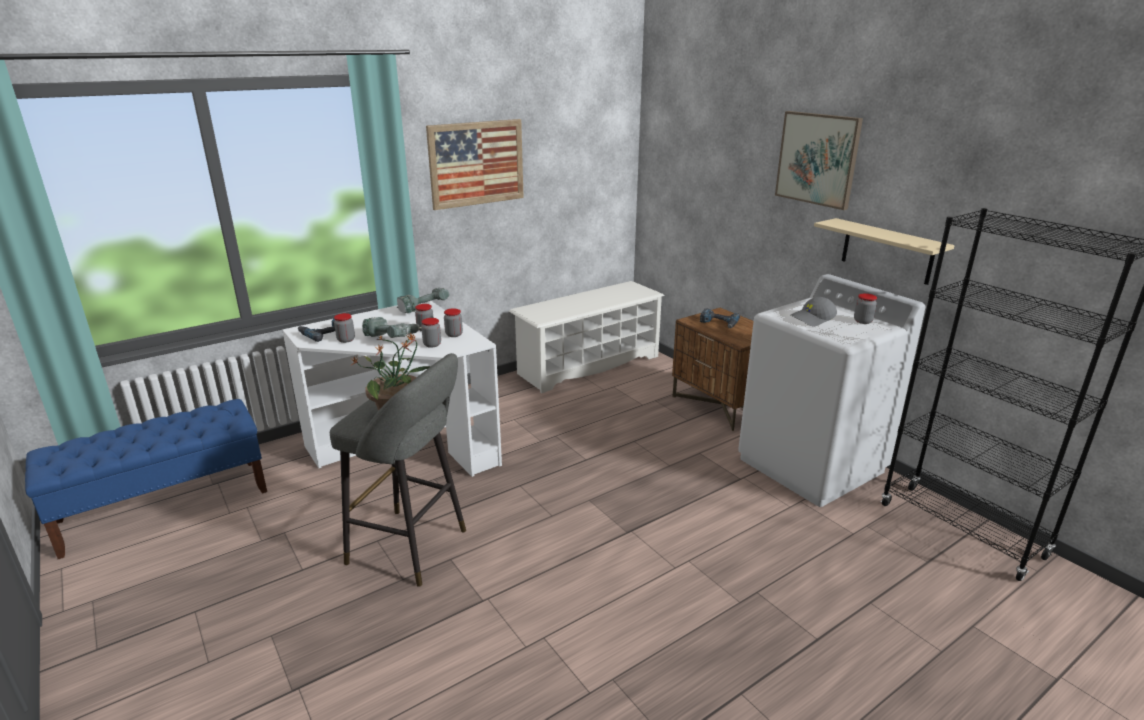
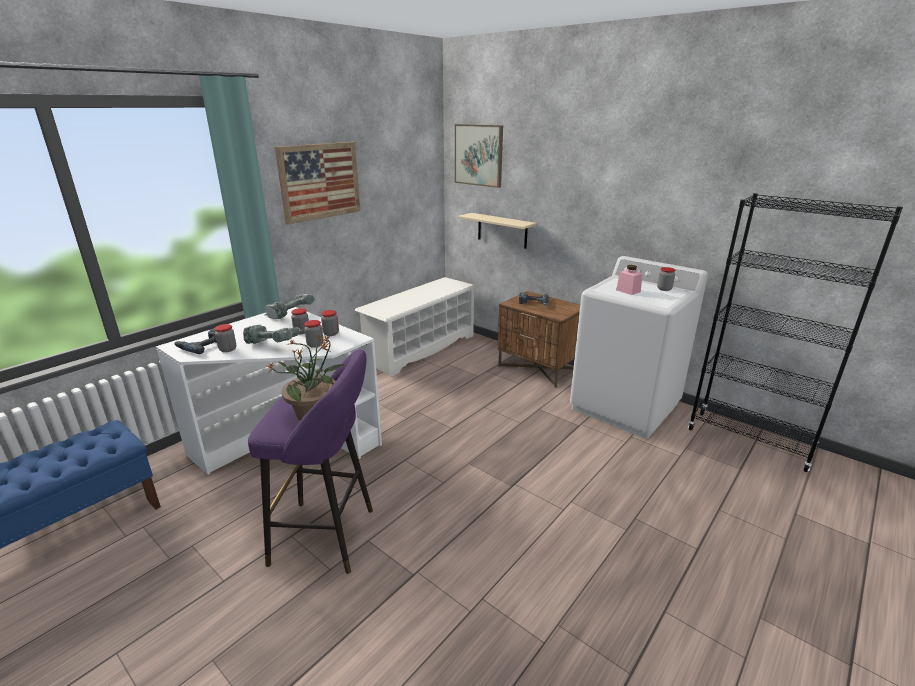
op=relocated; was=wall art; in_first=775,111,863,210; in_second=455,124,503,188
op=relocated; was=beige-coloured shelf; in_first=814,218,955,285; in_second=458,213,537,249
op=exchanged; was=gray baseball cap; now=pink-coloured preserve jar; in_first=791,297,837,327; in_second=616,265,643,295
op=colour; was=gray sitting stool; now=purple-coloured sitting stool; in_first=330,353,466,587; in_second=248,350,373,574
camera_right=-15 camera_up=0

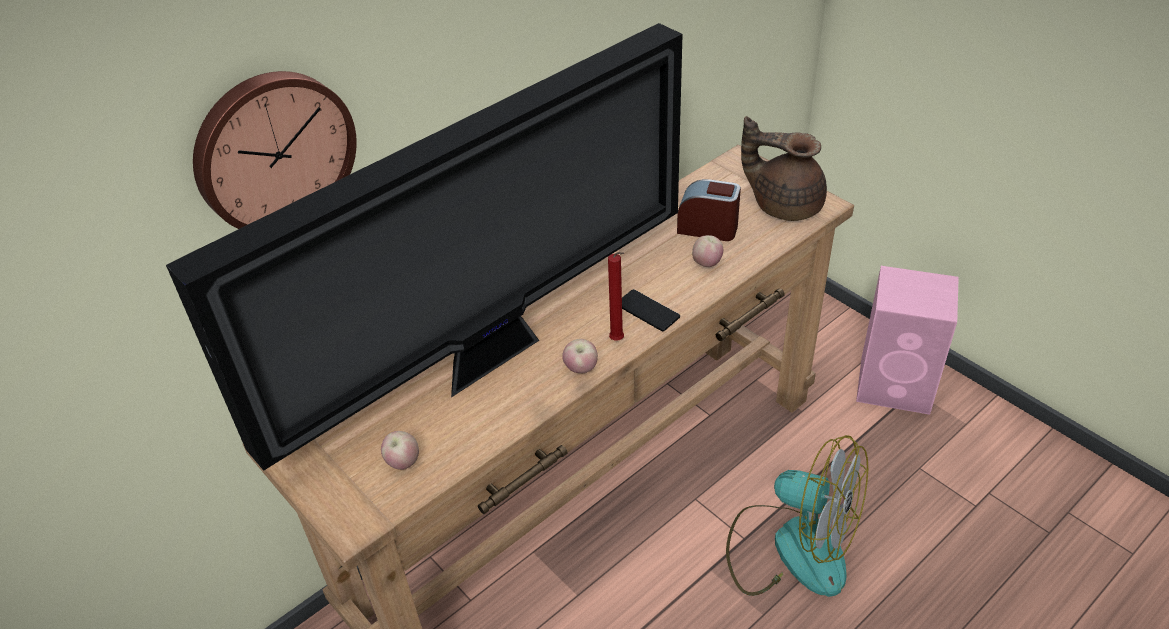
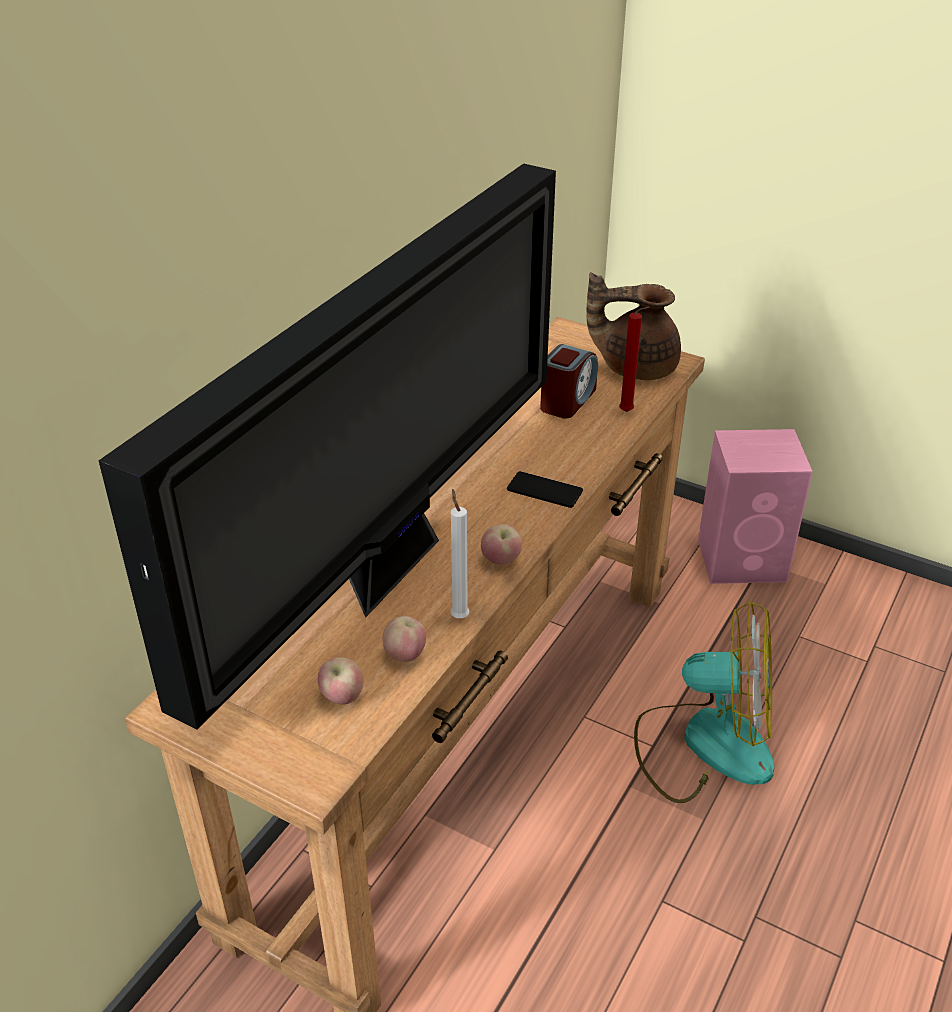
op=missing; was=wall clock; in_first=193,71,357,229
op=spun; was=alarm clock; in_first=677,179,741,241; in_second=540,344,598,419; clockwise=120
op=relocated; was=apple fruit; in_first=692,235,723,267; in_second=383,616,426,662
op=relocated; was=reddish candle; in_first=608,252,624,341; in_second=619,307,649,412
op=appeared; now=whitish candle; in_second=451,489,469,618
camera_right=-20 camera_up=-5

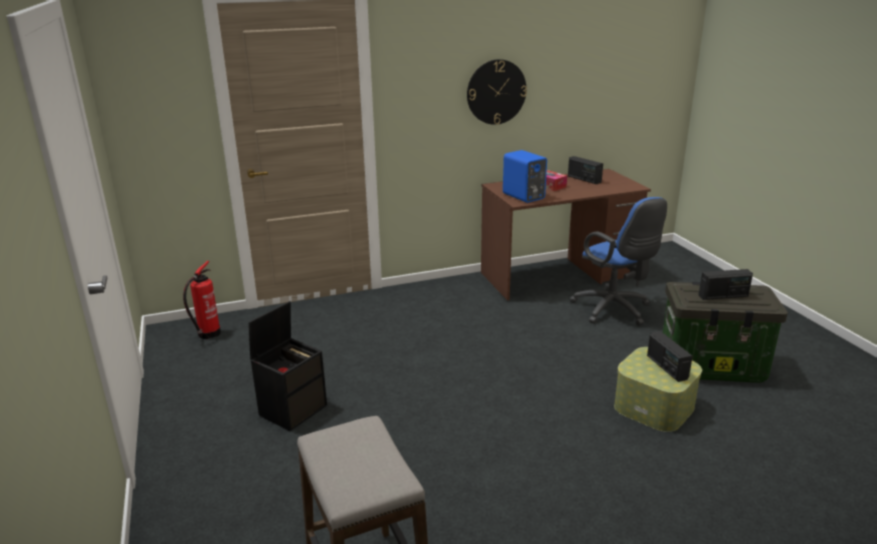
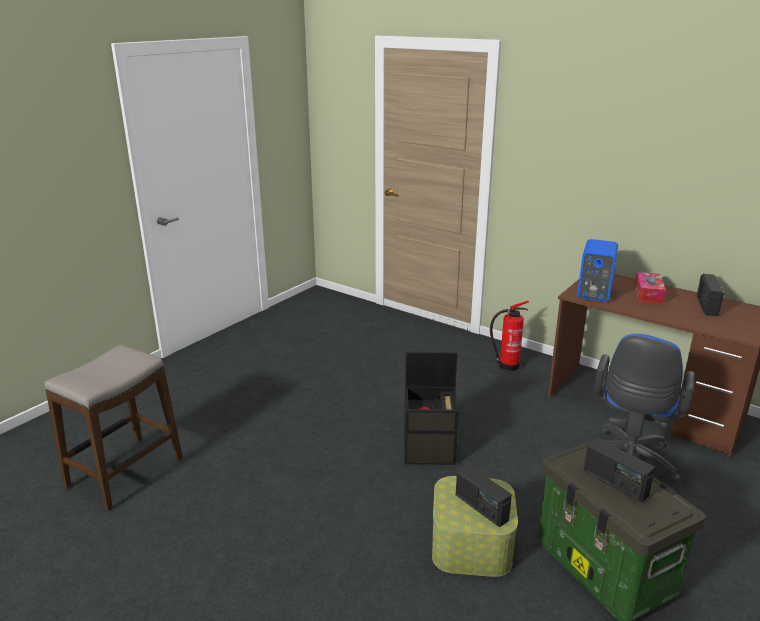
op=missing; was=wall clock; in_first=467,59,527,125
op=relocated; was=fire extinguisher; in_first=183,261,221,339; in_second=490,301,529,371
op=relocated; was=blackish storage box; in_first=249,301,327,431; in_second=404,352,459,465
op=spun; was=radio; in_first=647,331,693,382; in_second=456,464,512,527; clockwise=-75
camera_right=55 camera_up=0

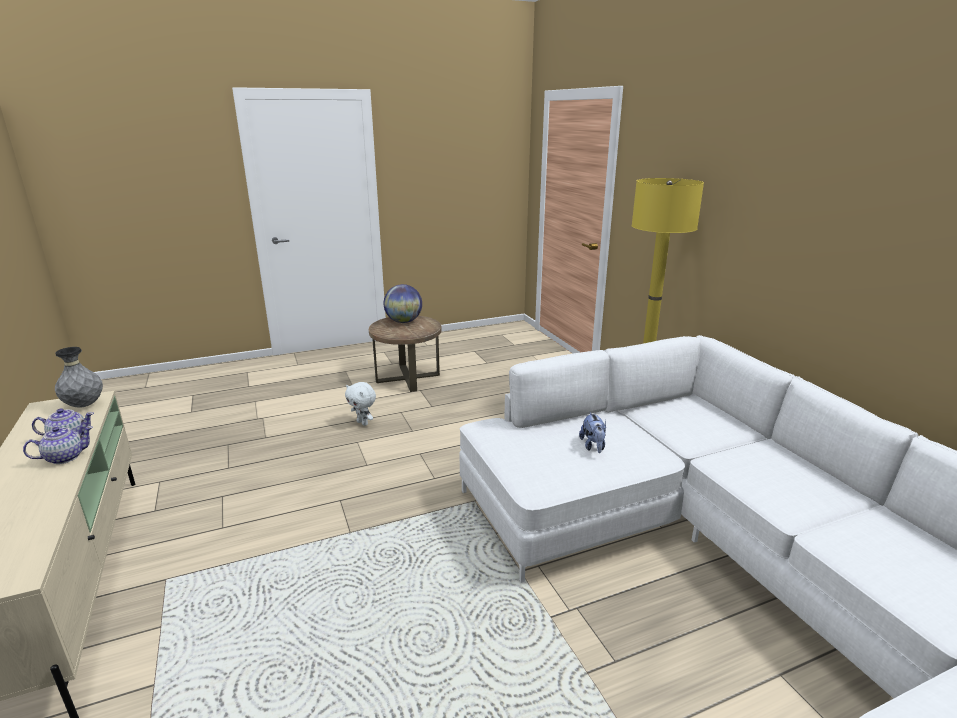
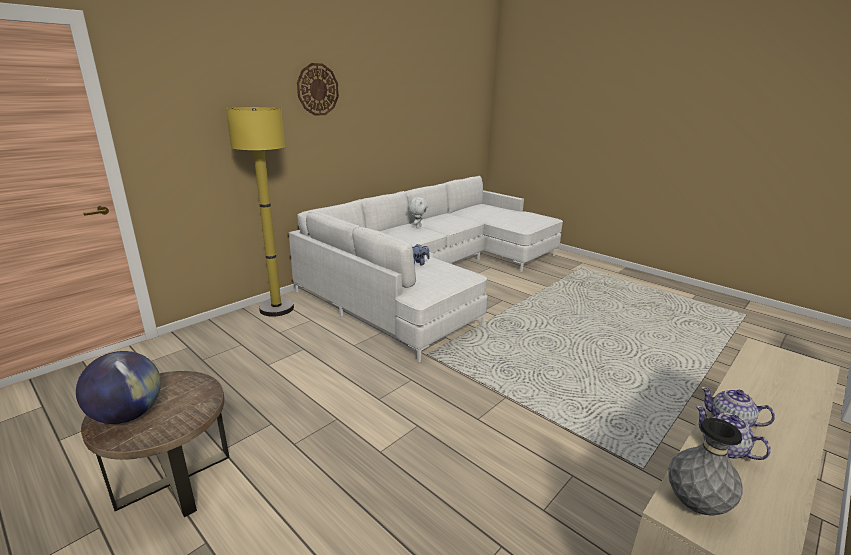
op=relocated; was=whitish plush toy; in_first=345,382,376,426; in_second=409,197,428,228
op=appeared; now=wall clock; in_second=297,63,339,116
camera_right=-115 camera_up=0

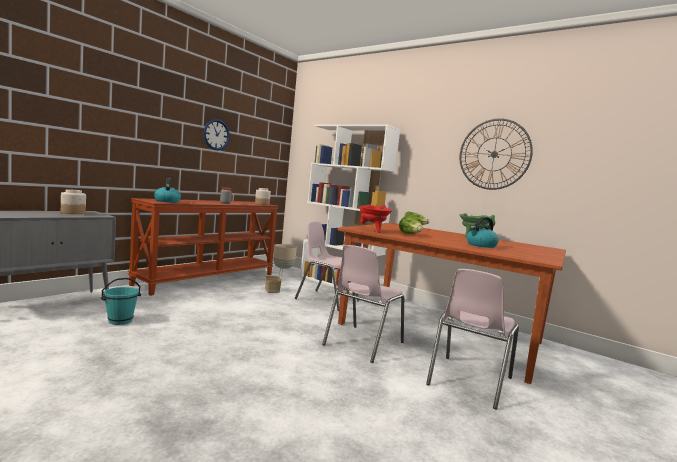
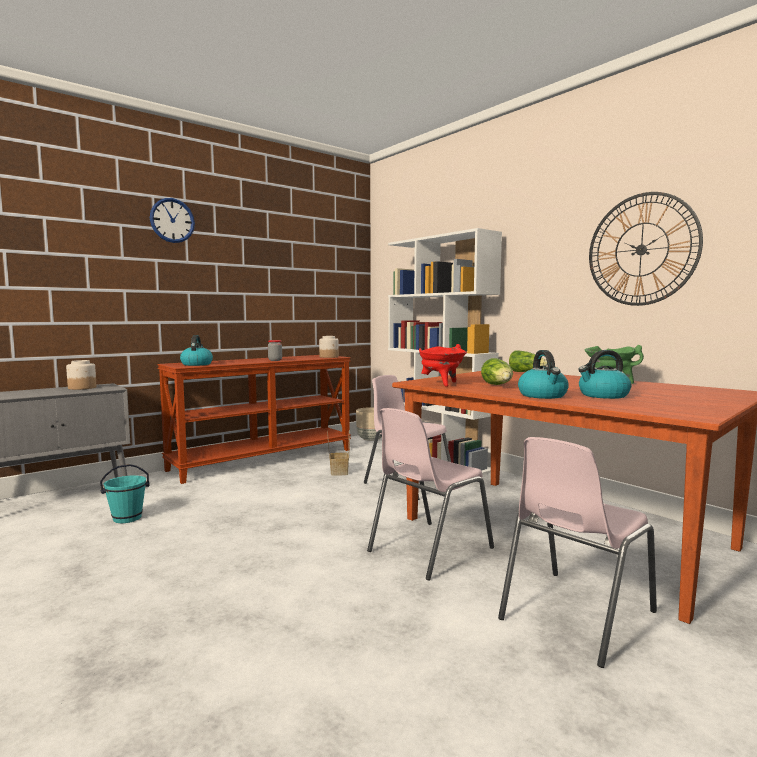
op=relocated; was=wall clock; in_first=203,119,230,150; in_second=150,198,195,243
op=appeared; now=kettle; in_second=518,350,569,399
camera_right=15 camera_up=0

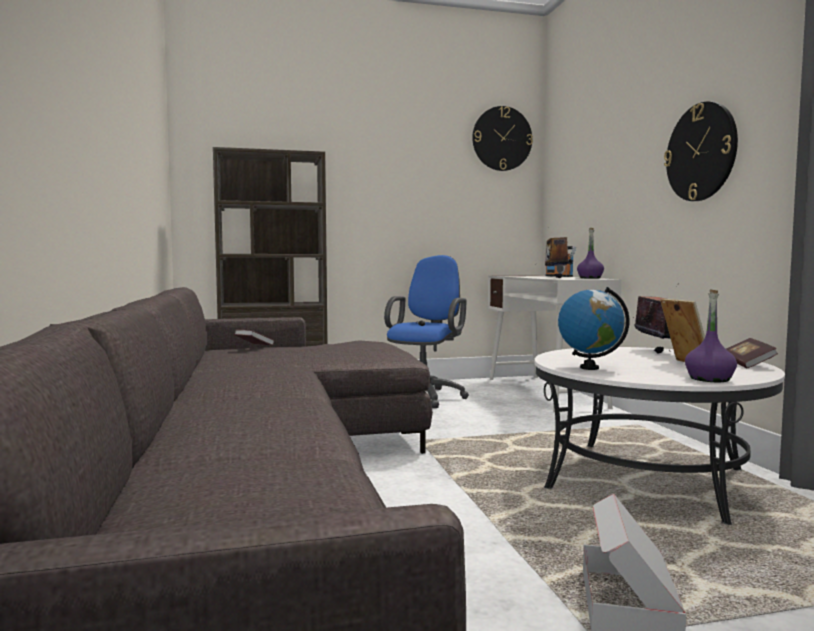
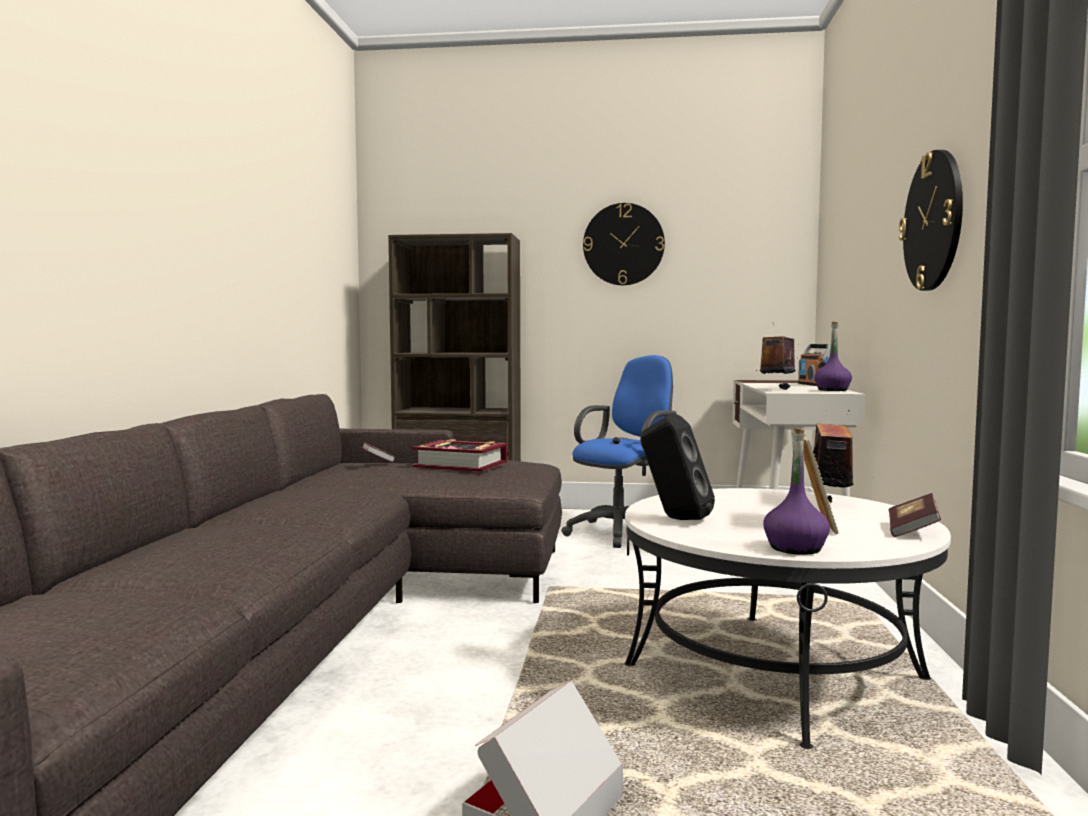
op=relocated; was=wall clock; in_first=472,106,533,171; in_second=583,203,665,285
op=exchanged; was=world globe; now=blackish audio speaker; in_first=558,287,630,370; in_second=641,414,715,520
op=appeared; now=volume; in_second=412,439,507,472
camera_right=20 camera_up=0

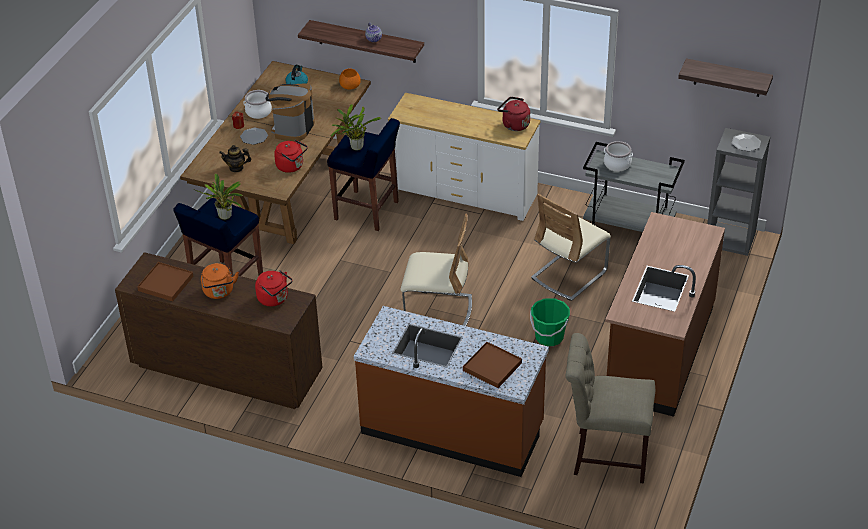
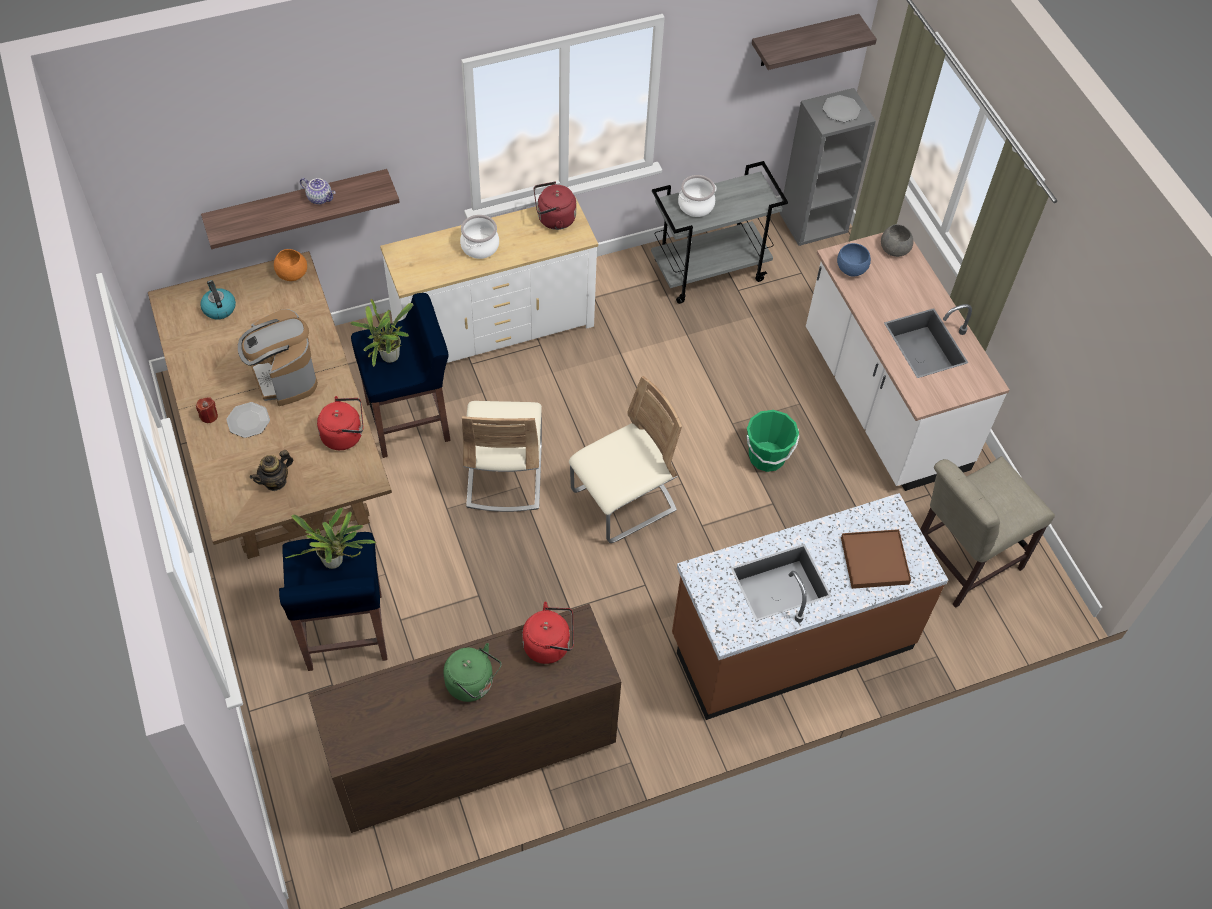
op=relocated; was=cooking pot; in_first=243,90,272,119; in_second=460,215,499,259
op=relocated; was=beige-coloured upright chair; in_first=531,194,611,301; in_second=462,401,542,512
op=colour; was=brownish counter; now=whitish counter; in_first=605,212,725,417; in_second=806,233,1010,491
op=missing; was=brownish carrying tray; in_first=137,262,193,301
op=colour; was=orange kettle; now=greenish kettle; in_first=201,263,239,299; in_second=443,643,501,702
op=appeared; now=gray serving bowl; in_second=881,224,914,257
op=appeared; now=bluish serving bowl; in_second=837,243,871,277
camera_right=-45 camera_up=15

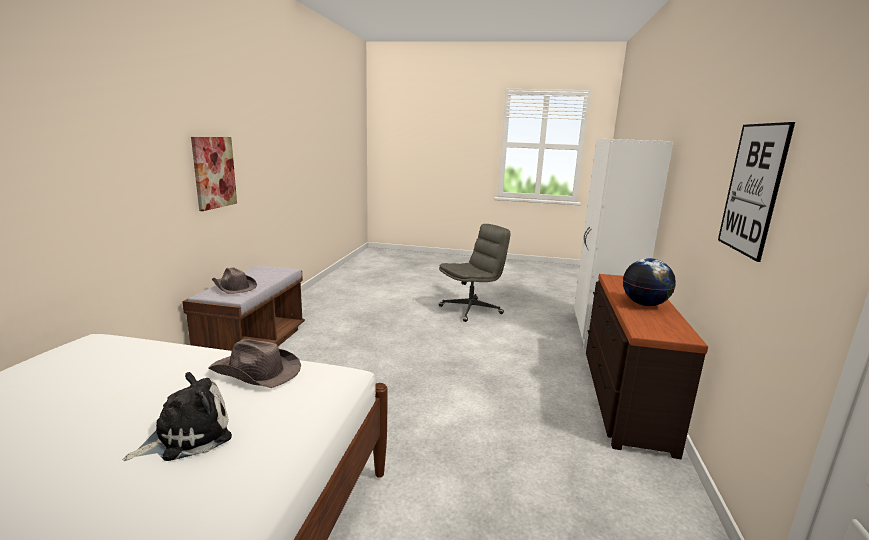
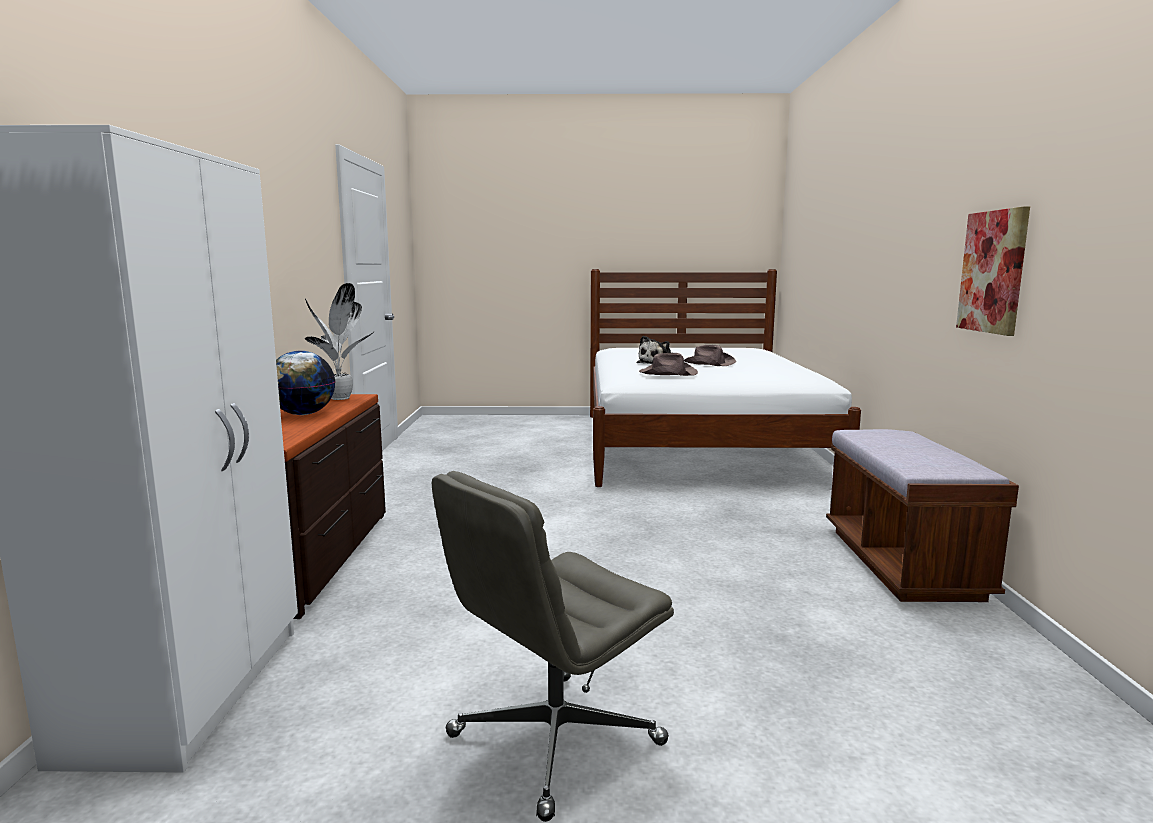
op=missing; was=wall art; in_first=718,122,795,262
op=relocated; was=brownish wearable hat; in_first=212,267,257,294; in_second=684,345,736,366
op=appeared; now=plant in a pot; in_second=305,283,375,400
camera_right=170 camera_up=-5

